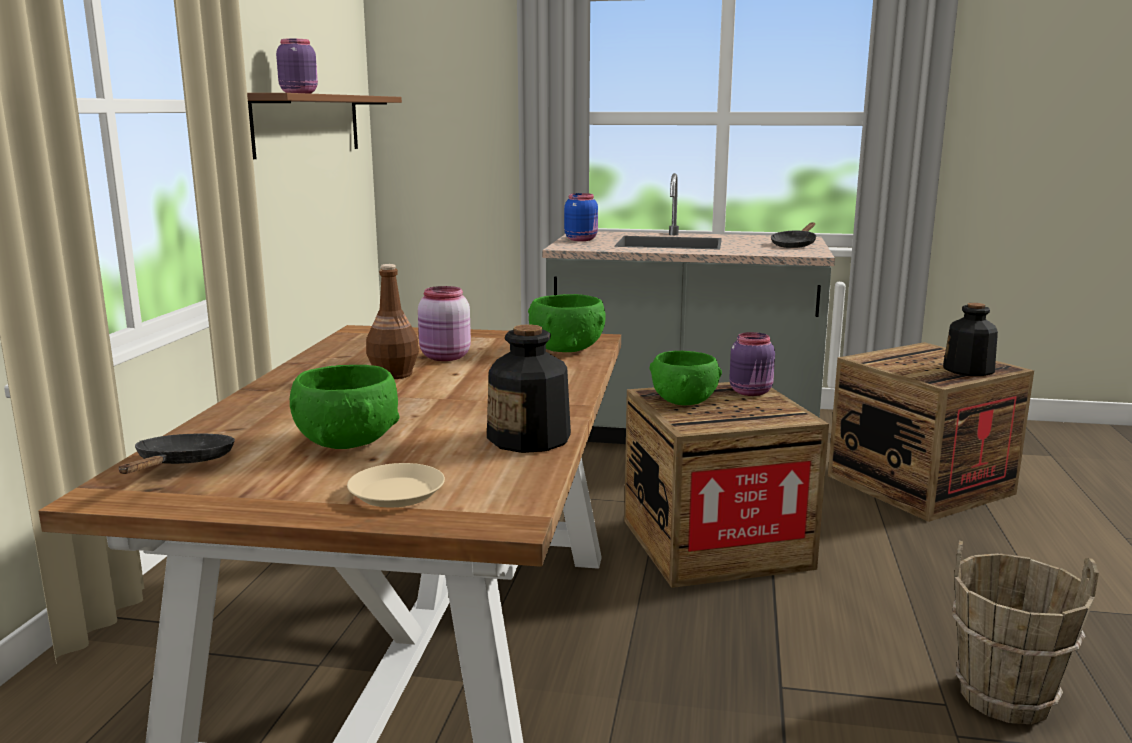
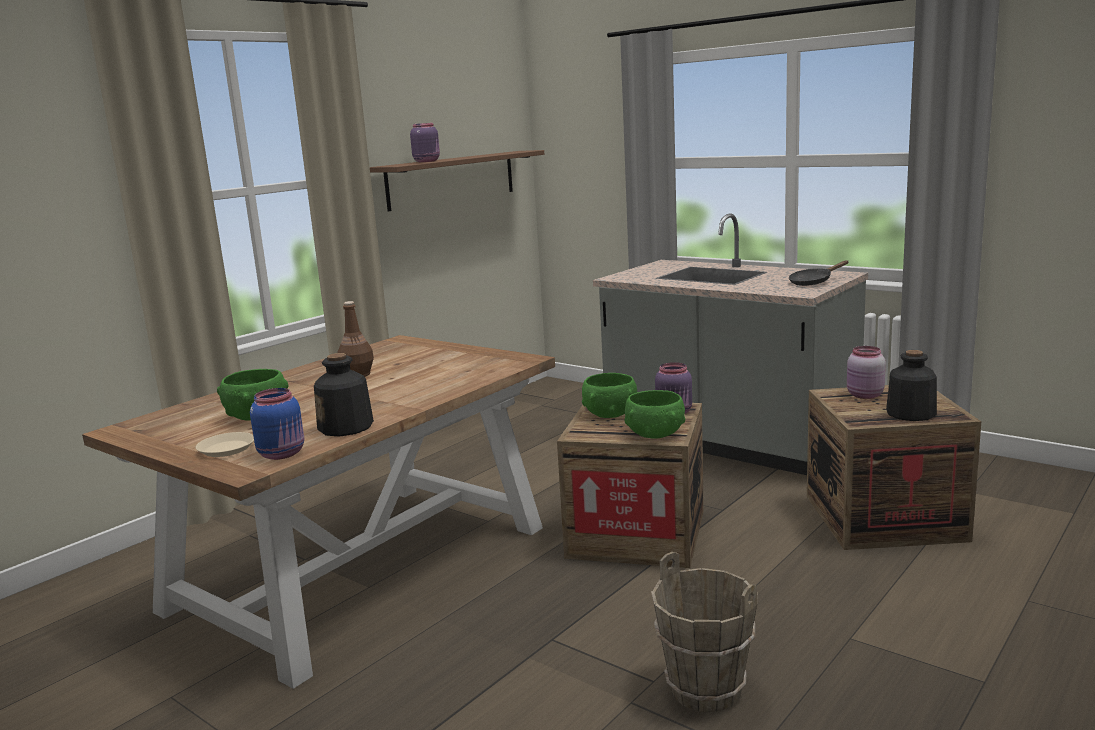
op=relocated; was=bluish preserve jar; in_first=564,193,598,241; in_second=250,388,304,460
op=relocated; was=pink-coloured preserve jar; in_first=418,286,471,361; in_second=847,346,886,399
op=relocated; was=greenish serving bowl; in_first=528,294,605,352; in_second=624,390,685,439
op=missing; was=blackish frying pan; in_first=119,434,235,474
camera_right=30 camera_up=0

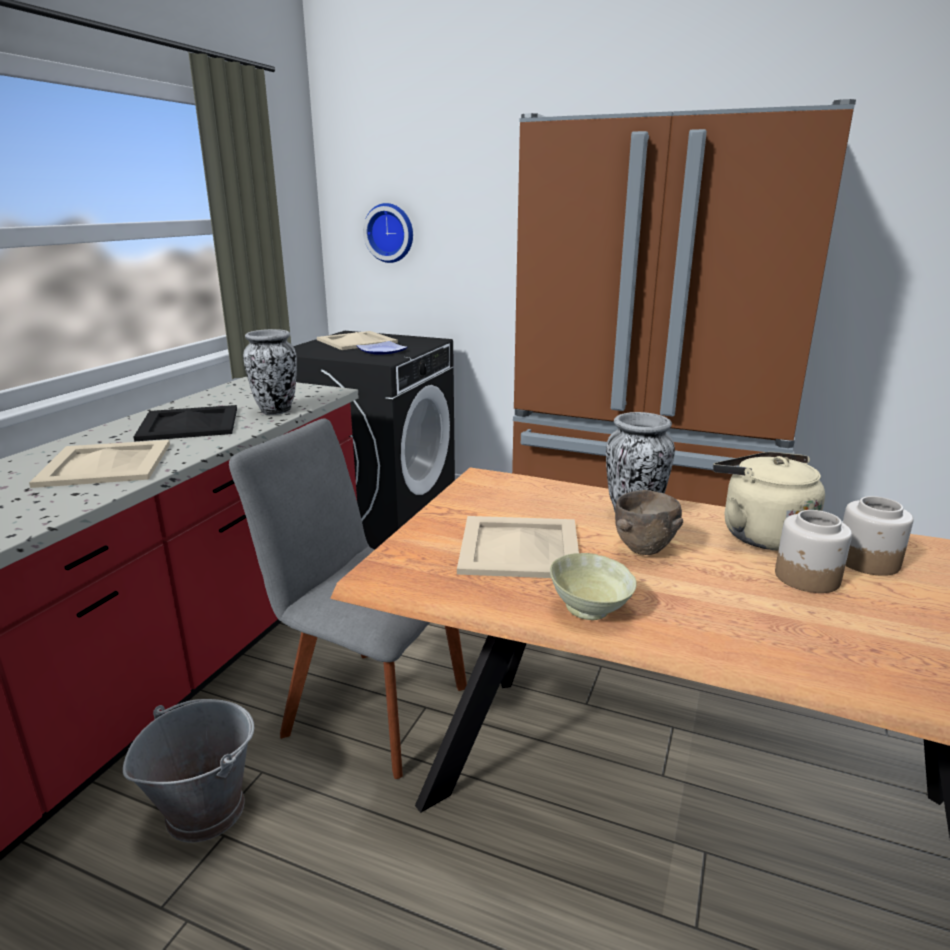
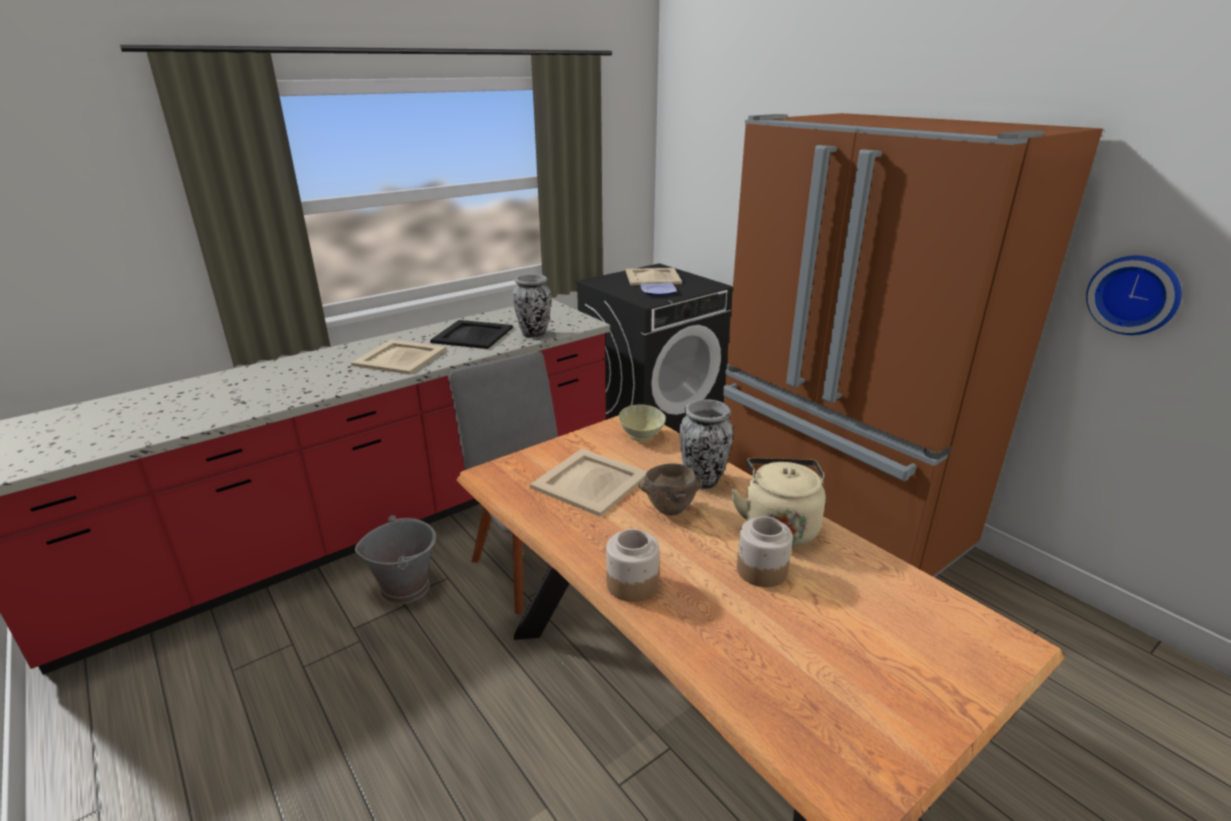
op=relocated; was=wall clock; in_first=363,203,413,263; in_second=1086,256,1182,335
op=relocated; was=preserve jar; in_first=843,496,913,576; in_second=606,529,659,602
op=relocated; was=beige-coloured serving bowl; in_first=550,553,637,620; in_second=619,405,666,441
camera_right=30 camera_up=5

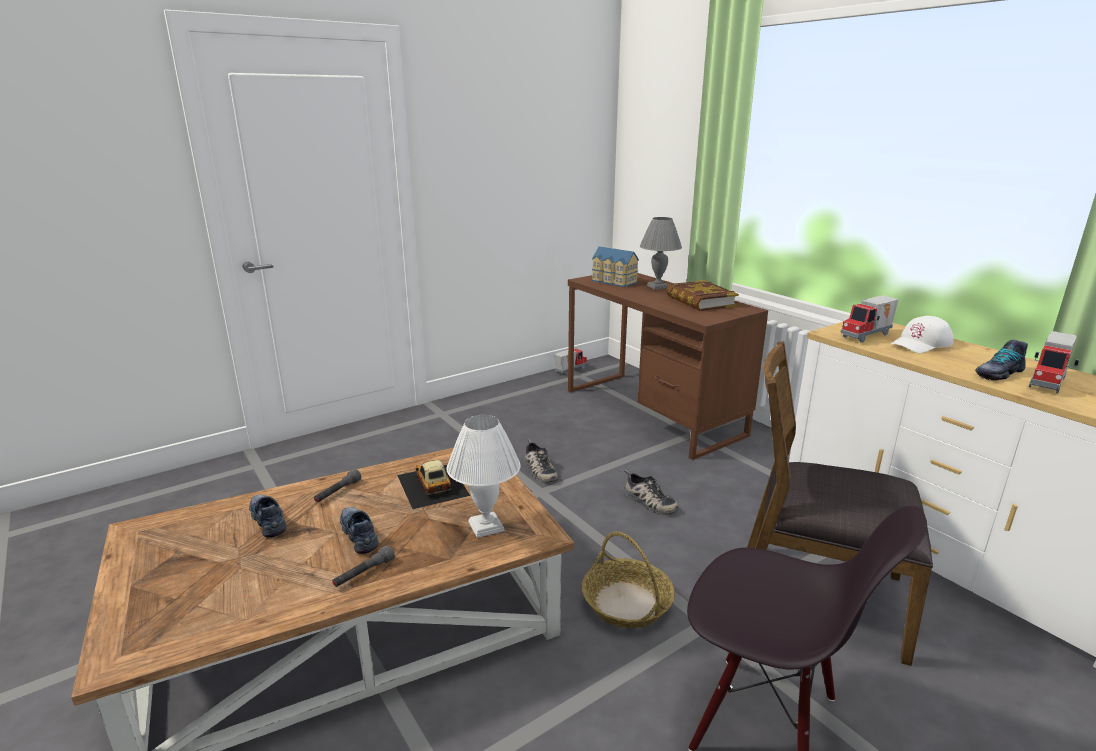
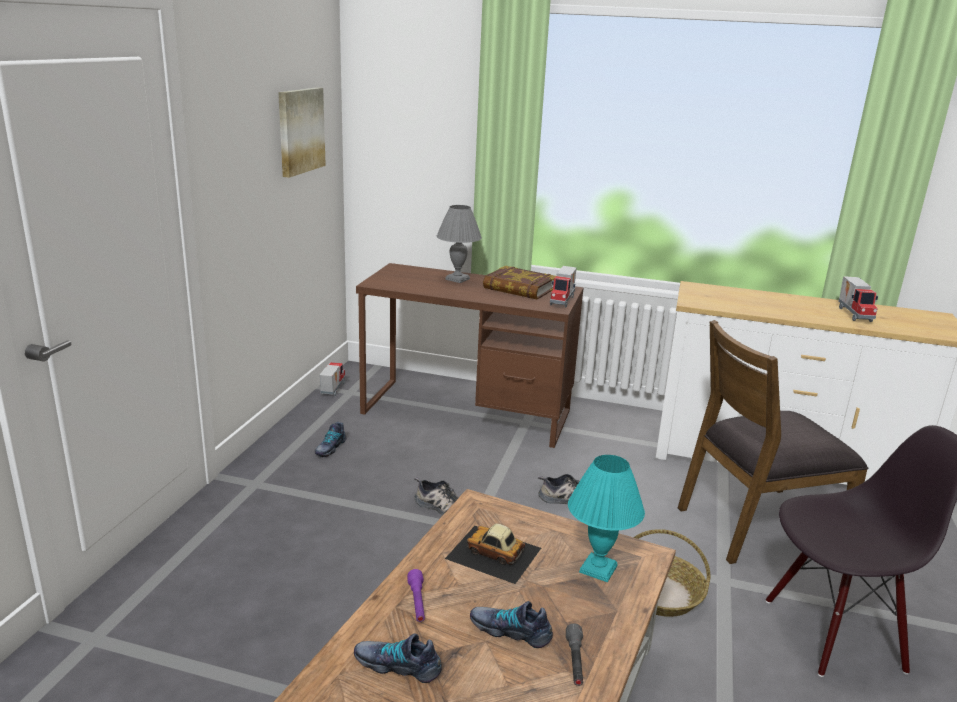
op=missing; was=toy house; in_first=592,246,639,287
op=relocated; was=toy truck; in_first=840,295,899,343; in_second=550,266,577,307
op=missing; was=whitish baseball cap; in_first=891,316,953,353
op=relocated; was=shoe; in_first=975,340,1028,381; in_second=315,422,346,457
op=colour; was=whitish lamp for a table; now=turquoise lamp for a table; in_first=447,415,521,538; in_second=568,455,645,582
op=colour; was=gray torch; now=purple-coloured torch; in_first=314,469,361,502; in_second=407,569,425,622
op=appeared; now=wall art; in_second=278,87,326,178
camera_right=-40 camera_up=0

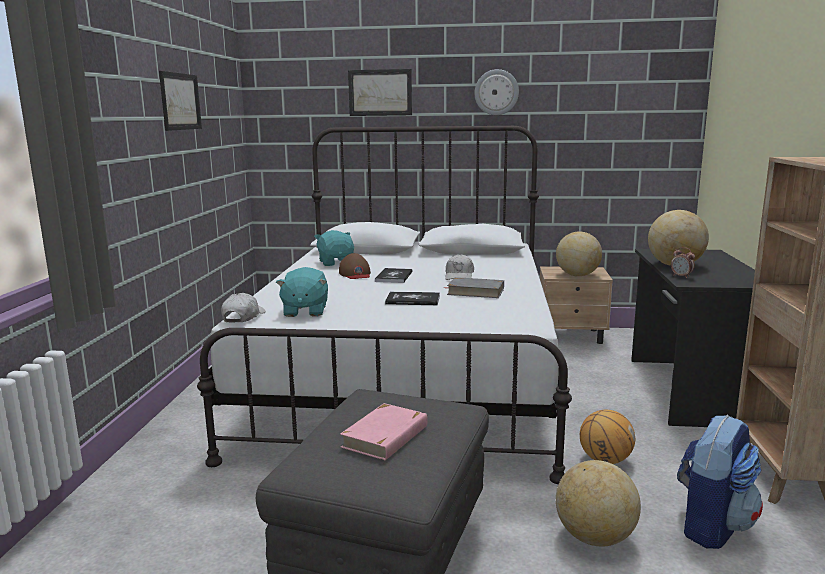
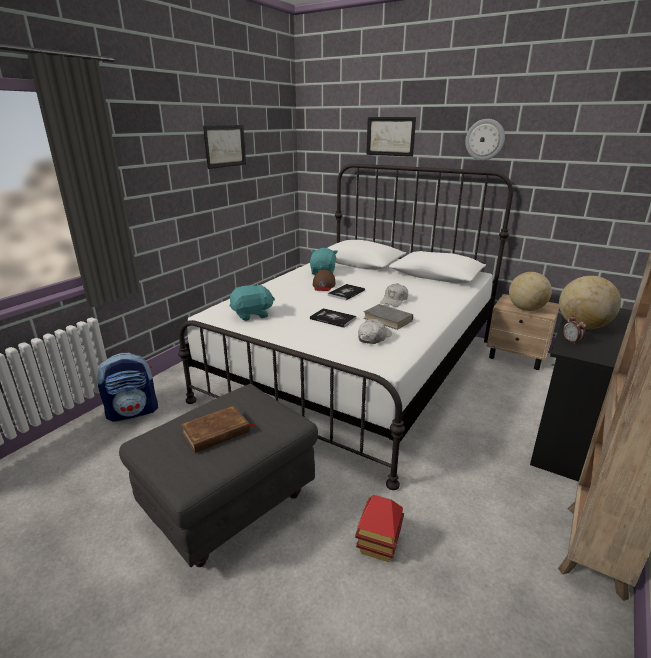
op=spun; was=turquoise plush toy; in_first=276,267,328,317; in_second=230,284,275,321; clockwise=-135
op=relocated; was=whitish baseball cap; in_first=221,293,265,322; in_second=358,319,392,344
op=colour; was=pink-coloured volume; now=brownish volume; in_first=340,403,428,460; in_second=181,406,256,453
op=missing; was=basketball ball; in_first=580,410,635,464
op=relocated; was=backpack; in_first=677,415,763,549; in_second=97,353,158,422
op=exchanged; was=world globe; now=toy house; in_first=556,460,641,546; in_second=355,495,404,562
camera_right=25 camera_up=10

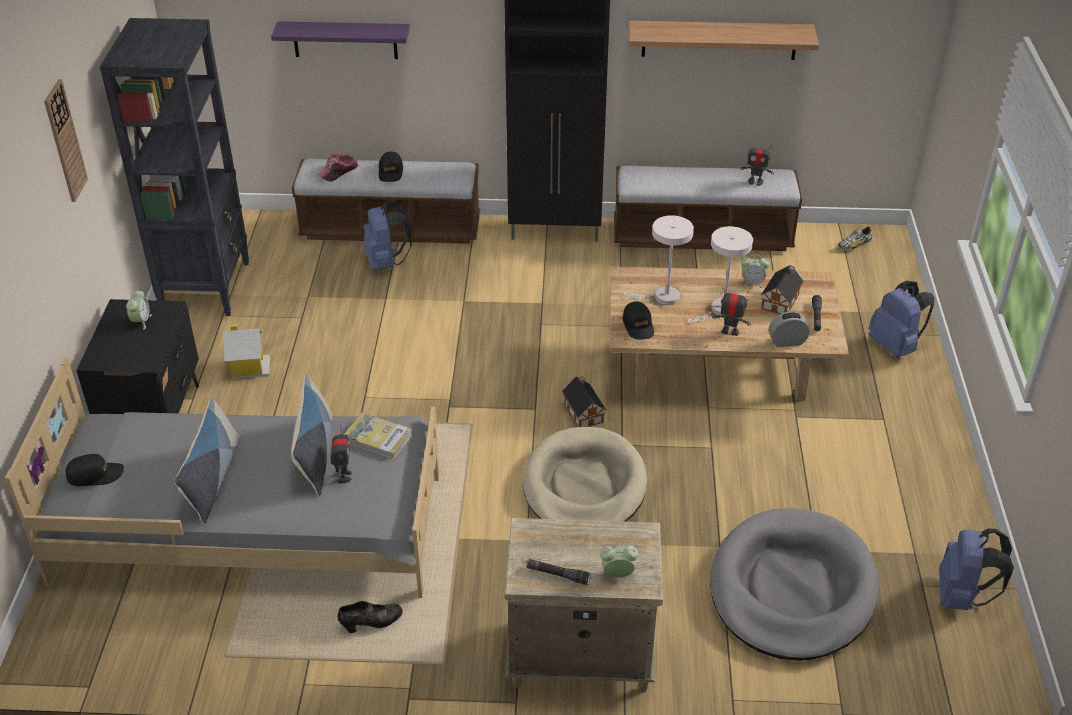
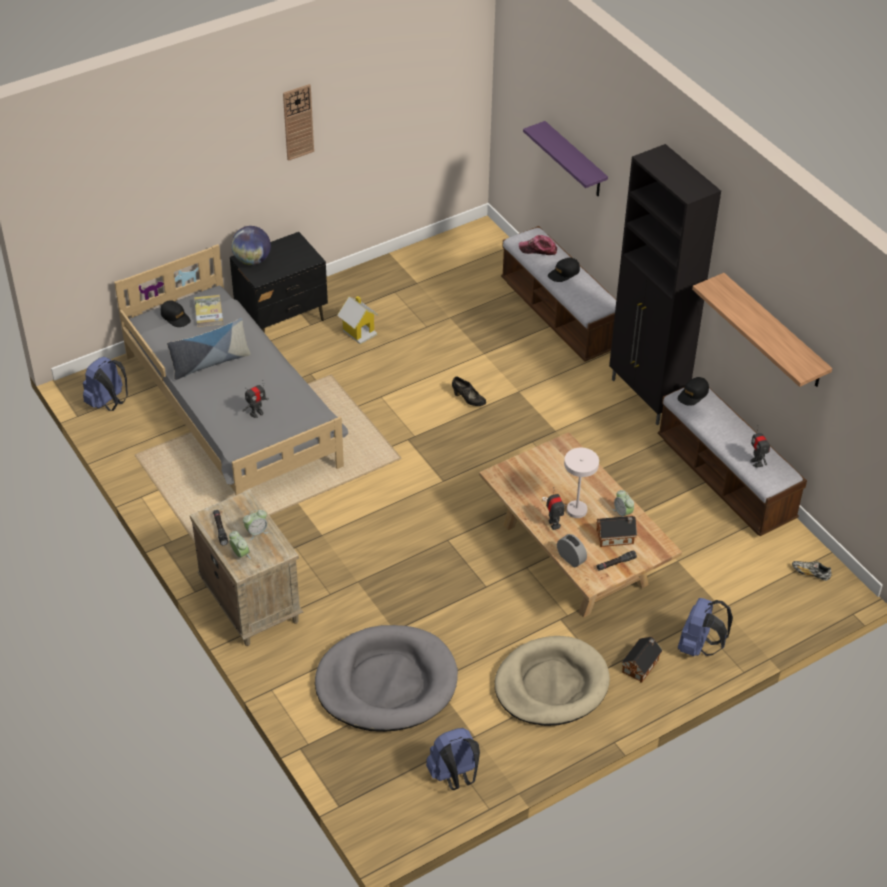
op=missing; was=blackish shelving unit; in_first=100,18,249,316
op=relocated; was=bluish backpack; in_first=363,201,412,270; in_second=83,357,128,411
op=missing; was=whitish lamp for a table; in_first=624,215,694,305
op=relocated; was=alarm clock; in_first=126,290,152,330; in_second=243,510,269,540
op=relocated; was=blackish baseball cap; in_first=623,301,654,340; in_second=678,377,709,406
op=missing; was=pillow; in_first=291,374,333,496
op=relocated; was=toy house; in_first=562,376,606,427; in_second=621,637,663,683
op=relocated; was=volume; in_first=344,413,413,459; in_second=194,295,223,327
op=relocated; was=beige-coloured pet bed; in_first=522,427,647,522; in_second=495,636,610,726
op=relocated; was=blackish shoe; in_first=338,601,403,633; in_second=452,376,486,406
op=appeared; now=world globe; in_second=231,226,271,265
camera_right=55 camera_up=5

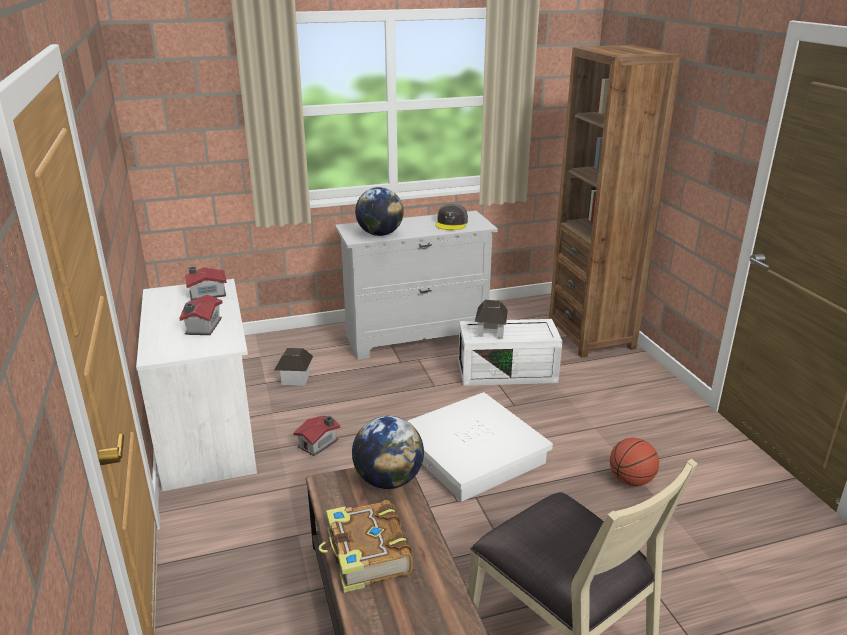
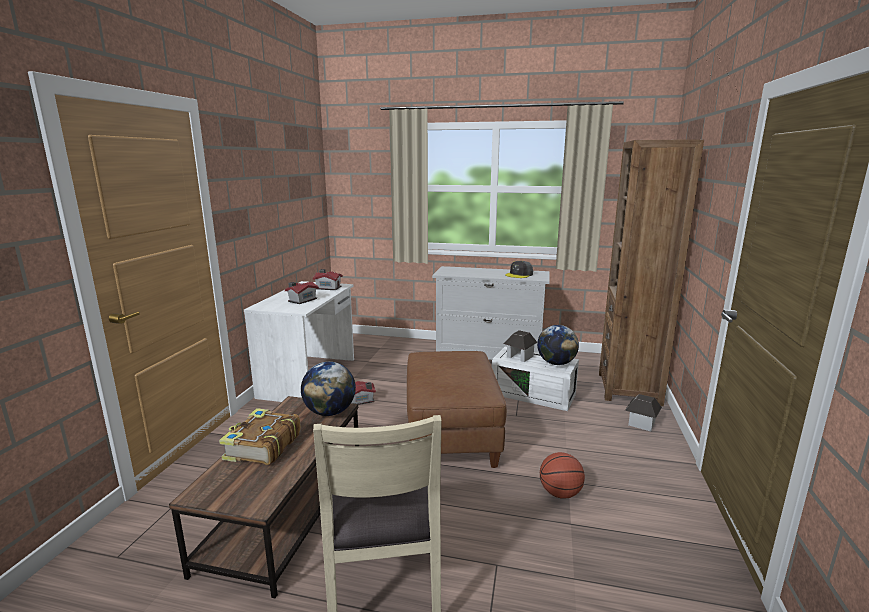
op=relocated; was=world globe; in_first=355,187,404,236; in_second=537,325,579,365
op=relocated; was=toy house; in_first=274,348,313,386; in_second=625,394,662,431
op=exchanged; was=whitish storage box; now=brownish footrest; in_first=408,392,553,502; in_second=407,351,507,468
camera_right=30 camera_up=-10

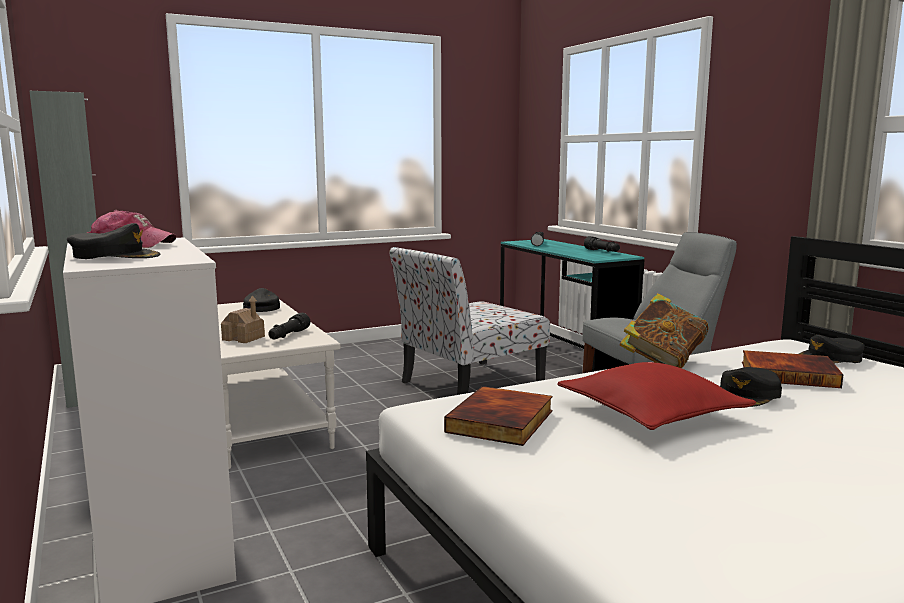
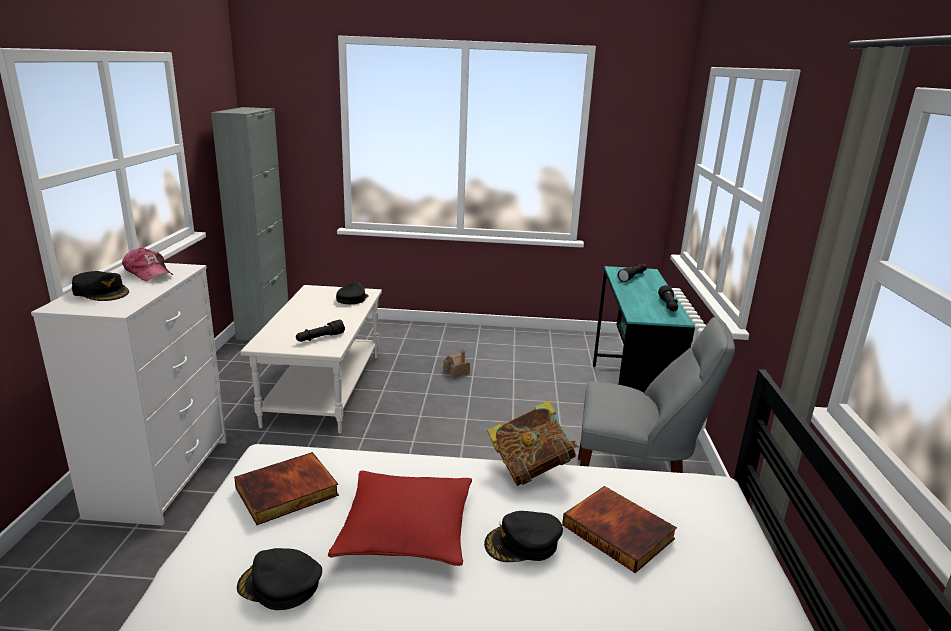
op=missing; was=upright chair; in_first=389,247,550,395
op=relocated; was=toy house; in_first=221,296,265,343; in_second=443,348,470,378
op=relocated; was=blackish baseball cap; in_first=799,335,865,364; in_second=237,548,322,610
camera_right=30 camera_up=10

